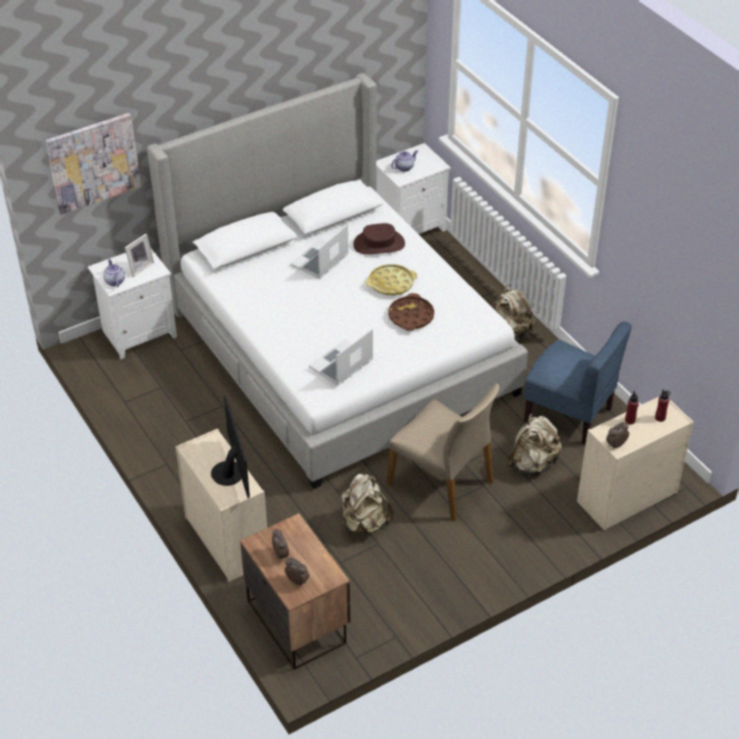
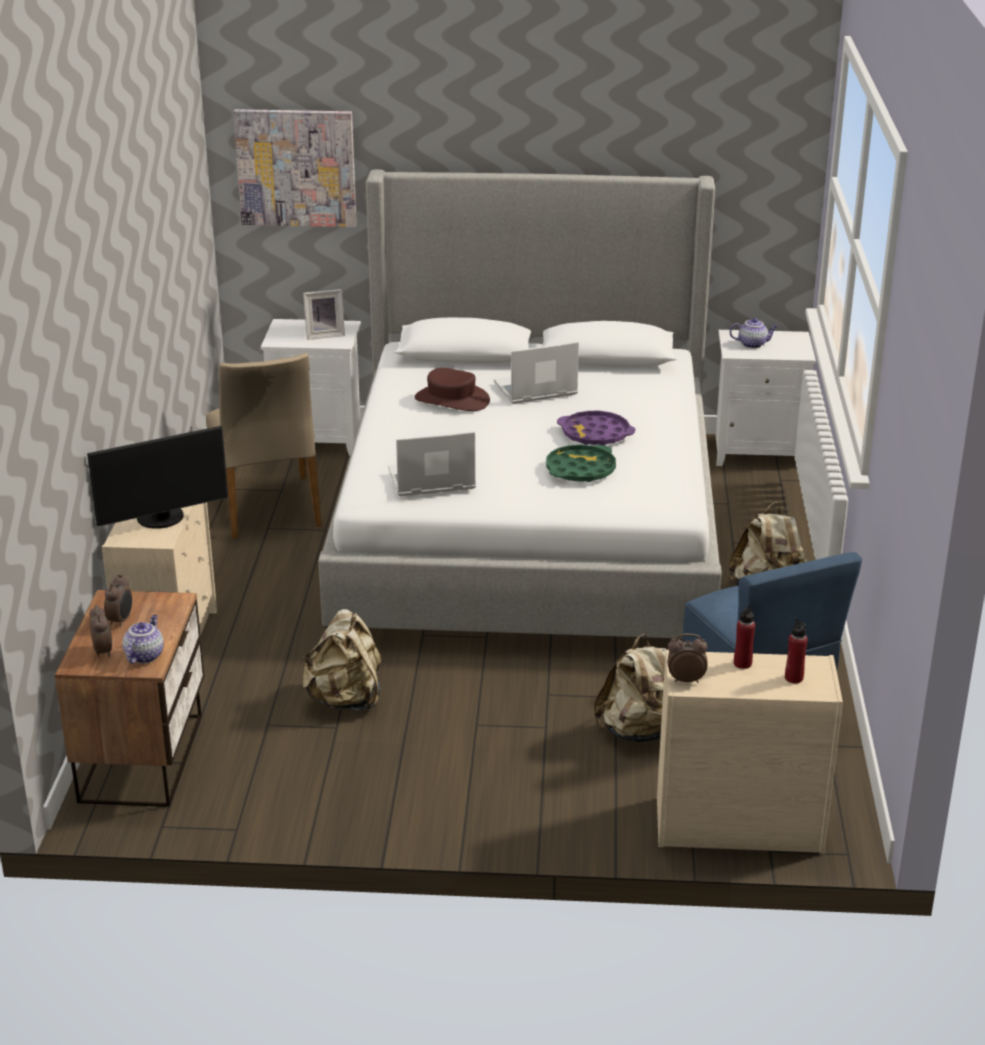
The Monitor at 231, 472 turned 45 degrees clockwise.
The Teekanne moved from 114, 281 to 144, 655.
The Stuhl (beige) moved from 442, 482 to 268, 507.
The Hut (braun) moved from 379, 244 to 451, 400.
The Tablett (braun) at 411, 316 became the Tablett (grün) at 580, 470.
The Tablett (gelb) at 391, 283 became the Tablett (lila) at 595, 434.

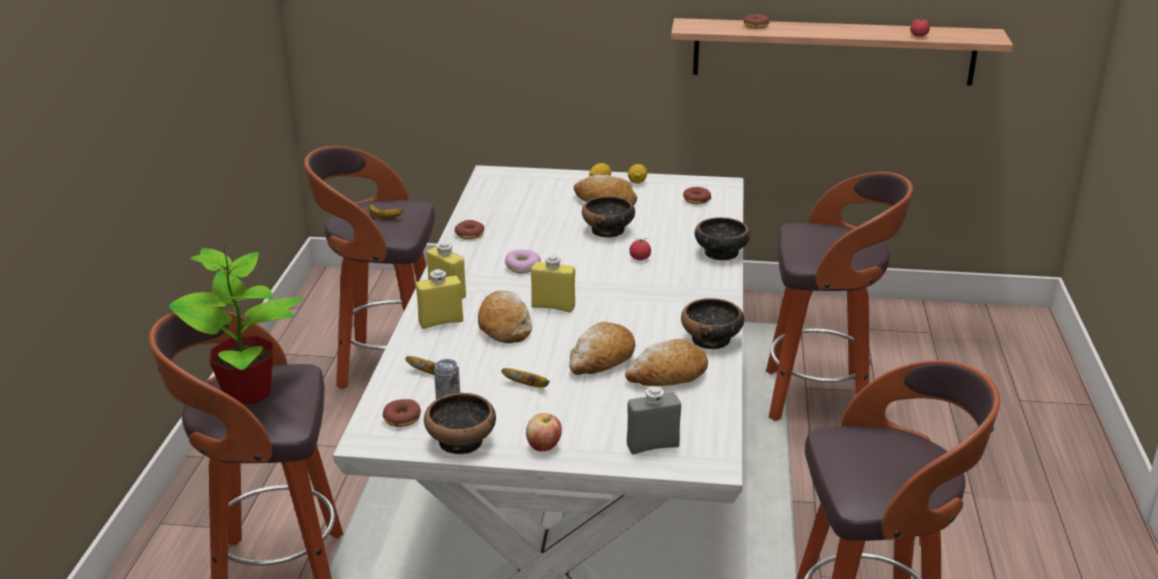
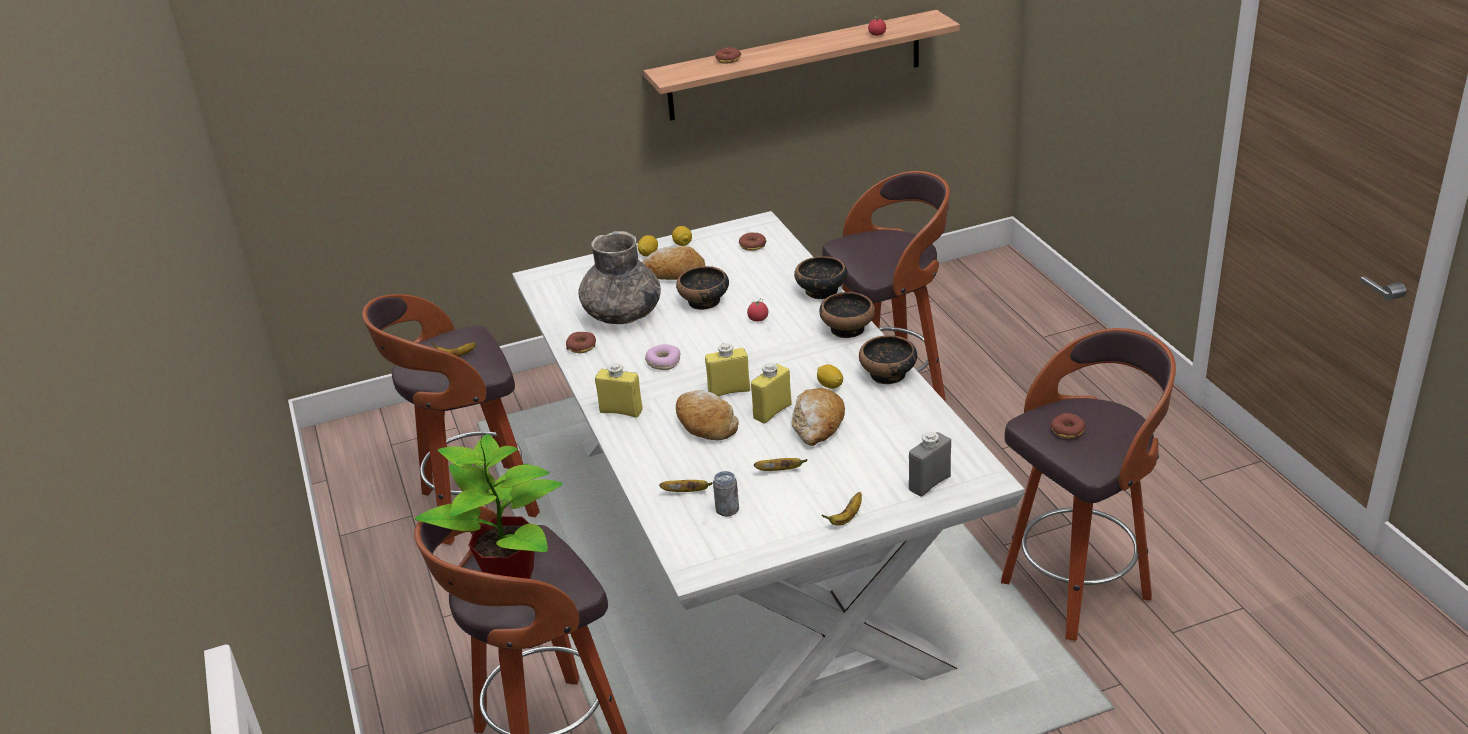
The Vase (grau) at 622, 314 appeared.
The Flasche (gelb) moved from 441, 322 to 772, 411.
The Zitrone at 830, 385 appeared.
The Schüssel moved from 462, 441 to 848, 328.
The Apfel at 543, 447 was replaced by the Banane at 846, 518.
The Donut moved from 402, 418 to 1067, 431.
The Brot at 667, 376 disappeared.

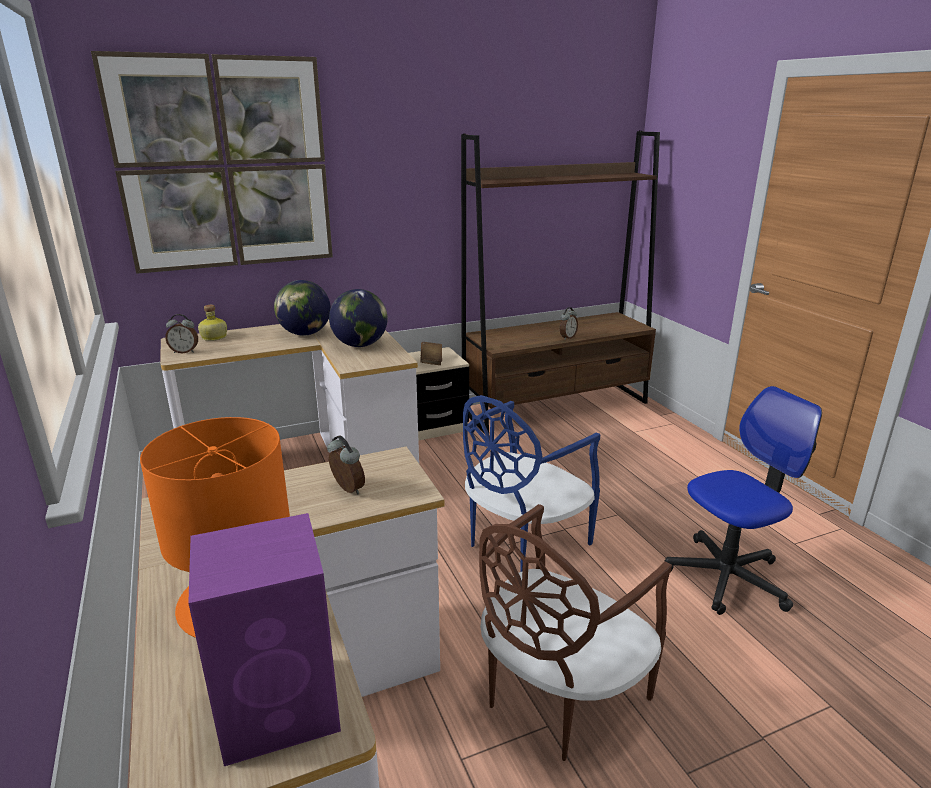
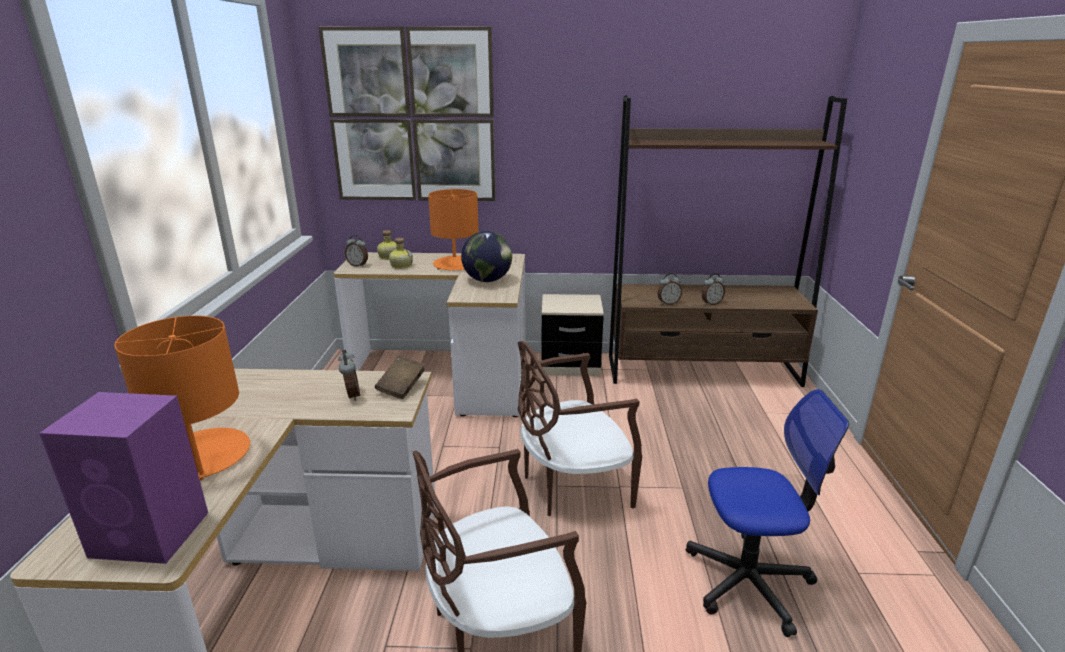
The Buch (braun) moved from 431, 361 to 401, 387.
The Flasche at 401, 265 appeared.
The Globus at 305, 334 was replaced by the Tischlampe (orange) at 456, 264.
The Stuhl (blau) at 522, 541 became the Stuhl (braun) at 572, 486.
The Wecker at 668, 303 appeared.

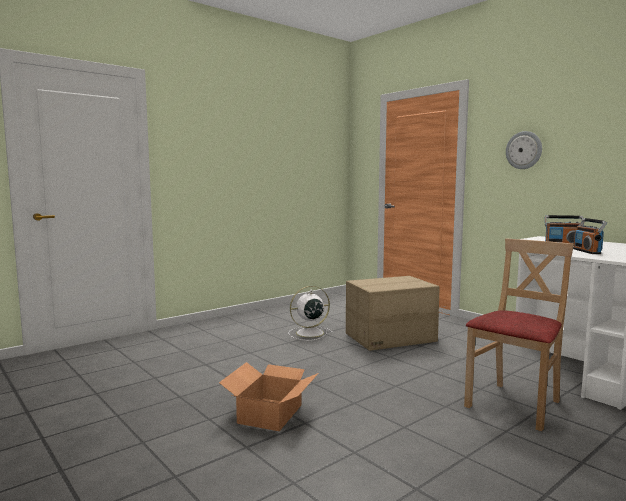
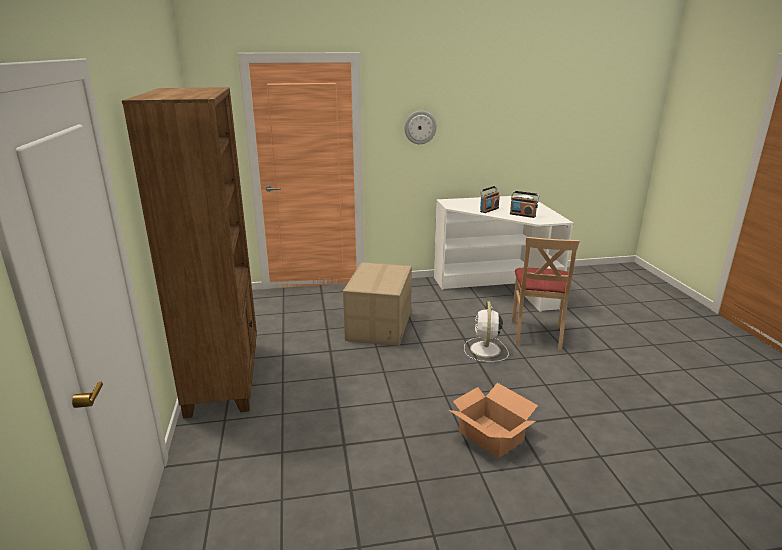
The Bücherregal (braun) at 224, 377 appeared.
The Ventilator (weiß) moved from 308, 333 to 485, 350.
The Stuhl (beige) at 515, 405 turned 150 degrees counterclockwise.

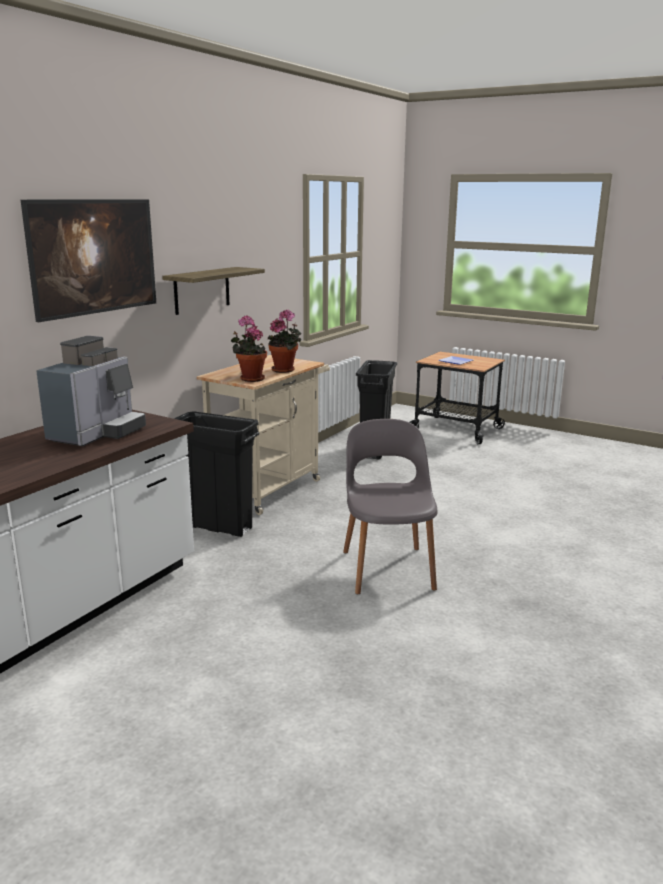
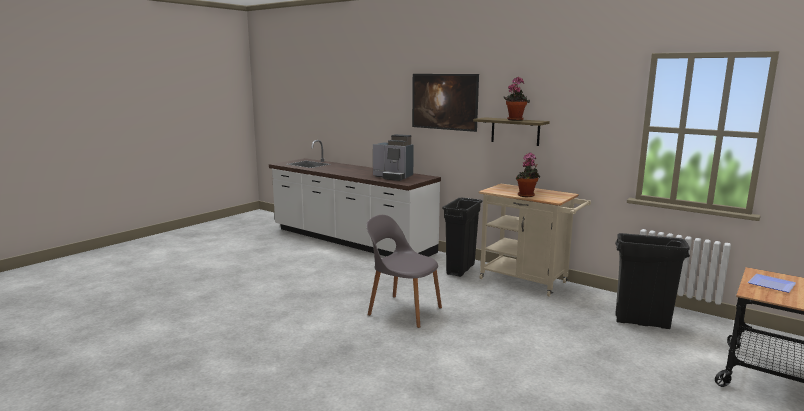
The Stuhl (grau) at 387, 568 turned 150 degrees counterclockwise.
The Topfpflanze moved from 250, 379 to 515, 119.

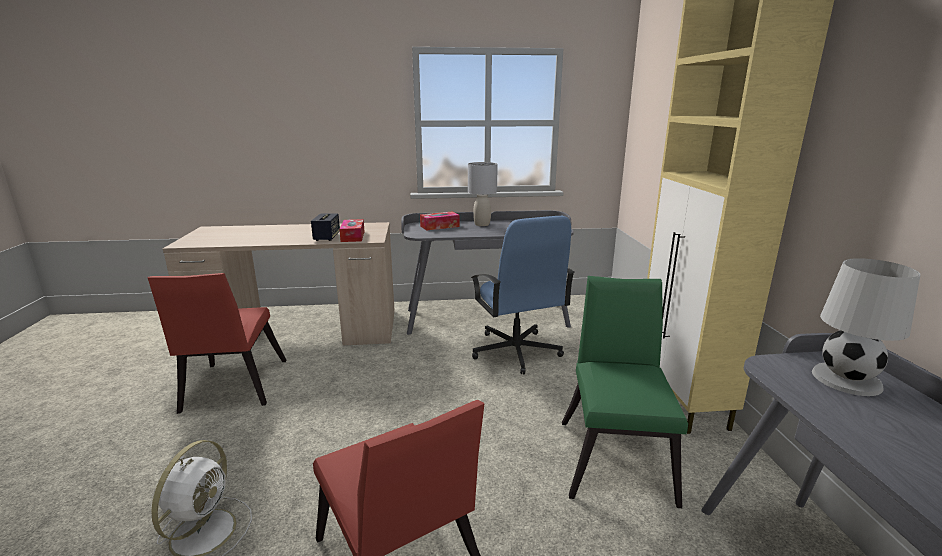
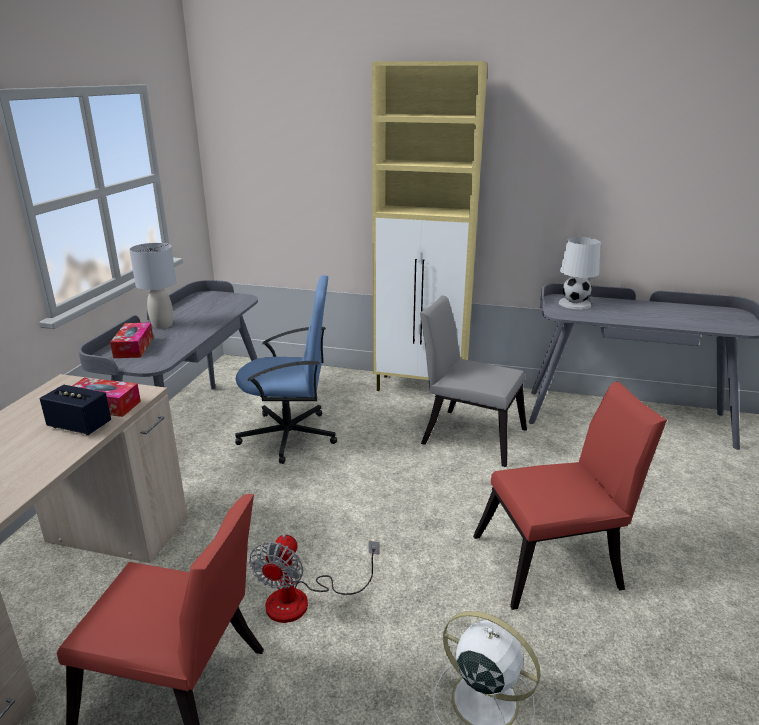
The Ventilator at 302, 600 appeared.
The Stuhl (grün) at 615, 454 became the Stuhl (grau) at 468, 434.

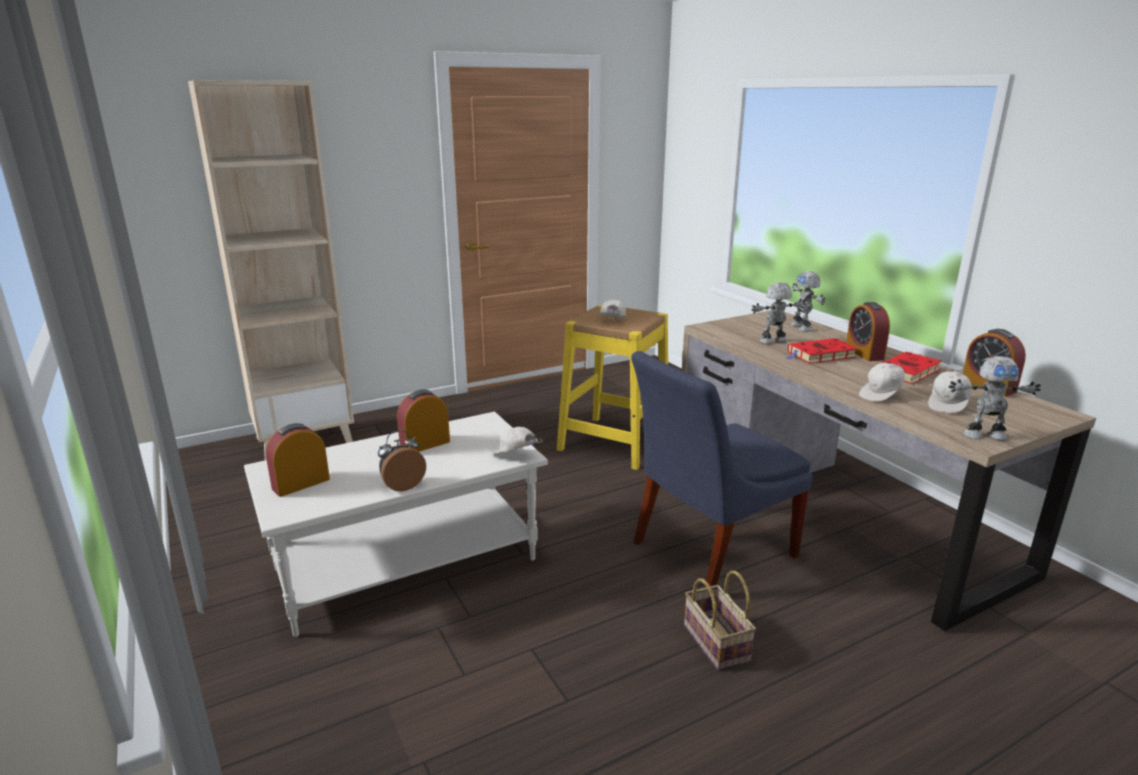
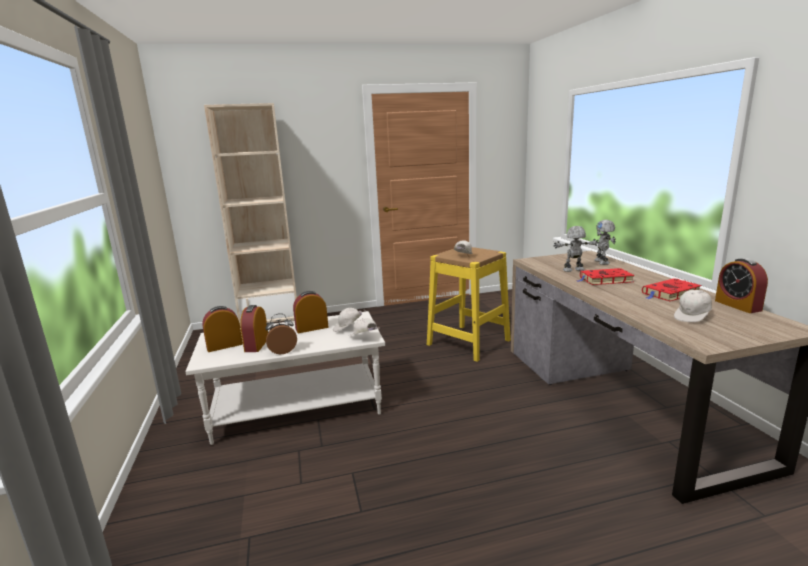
The Wecker moved from 864, 353 to 257, 344.
The Kappe (weiß) moved from 882, 395 to 348, 328.
The Stuhl (blau) at 708, 551 disappeared.
The Korb at 713, 642 disappeared.
The Spielzeugroboter at 983, 435 disappeared.

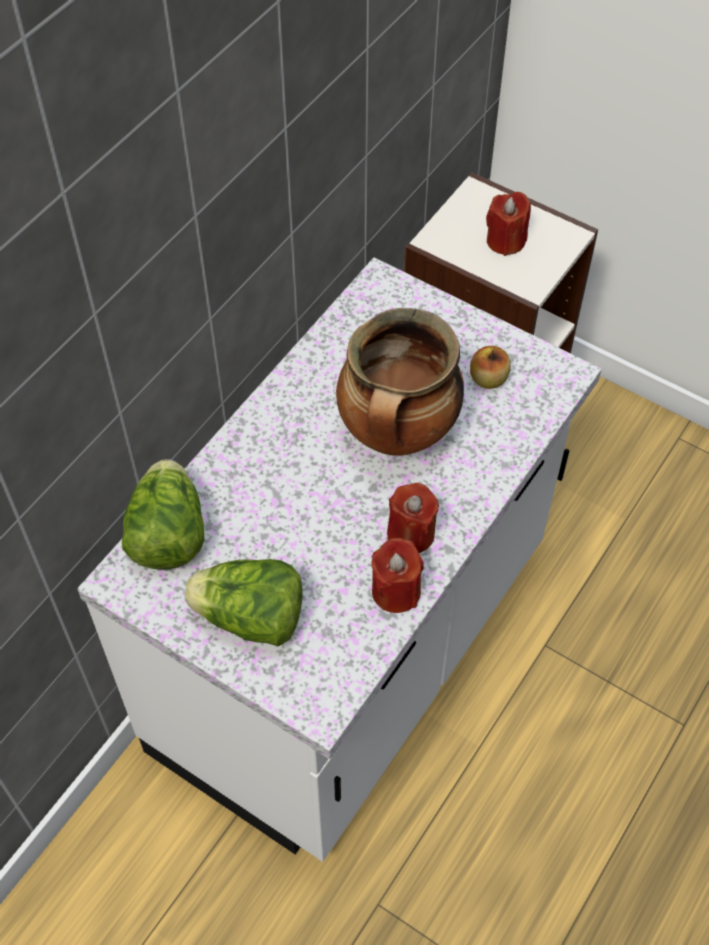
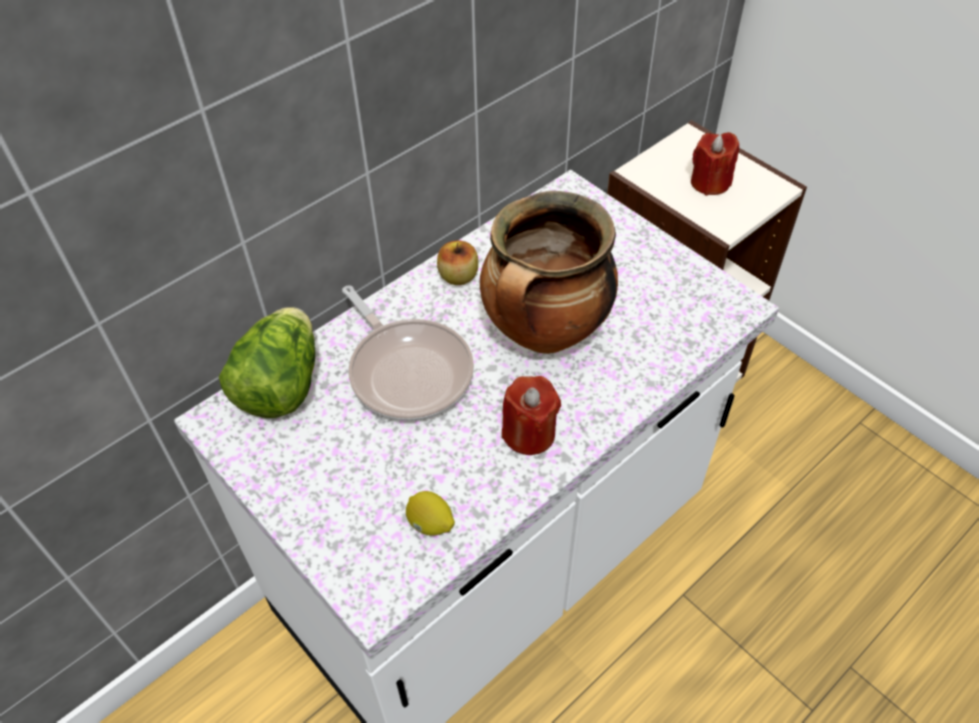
The Pfanne at 408, 370 appeared.
The Zitrone at 430, 524 appeared.
The Apfel moved from 488, 379 to 458, 276.
The Salatkopf at 251, 618 disappeared.
The Kerze (rot) at 396, 591 disappeared.

